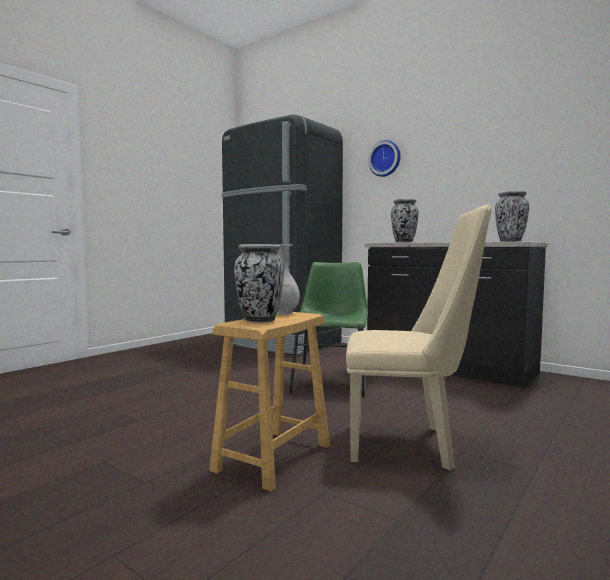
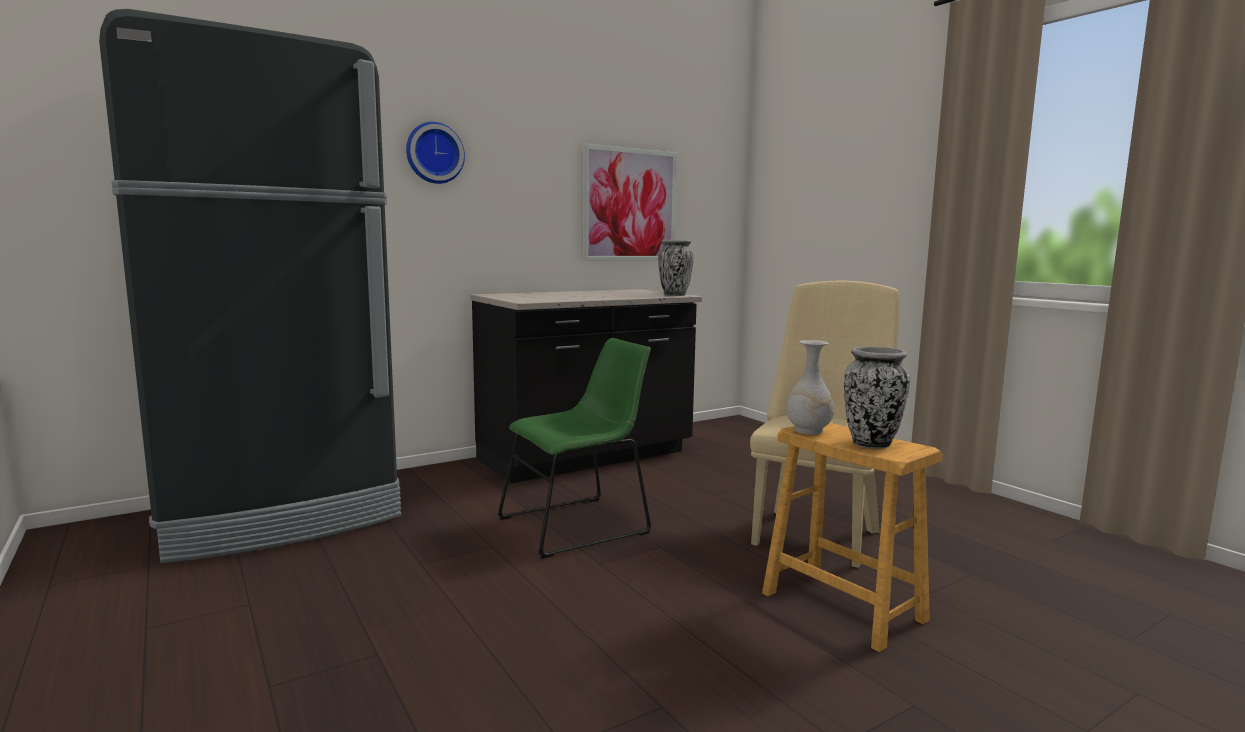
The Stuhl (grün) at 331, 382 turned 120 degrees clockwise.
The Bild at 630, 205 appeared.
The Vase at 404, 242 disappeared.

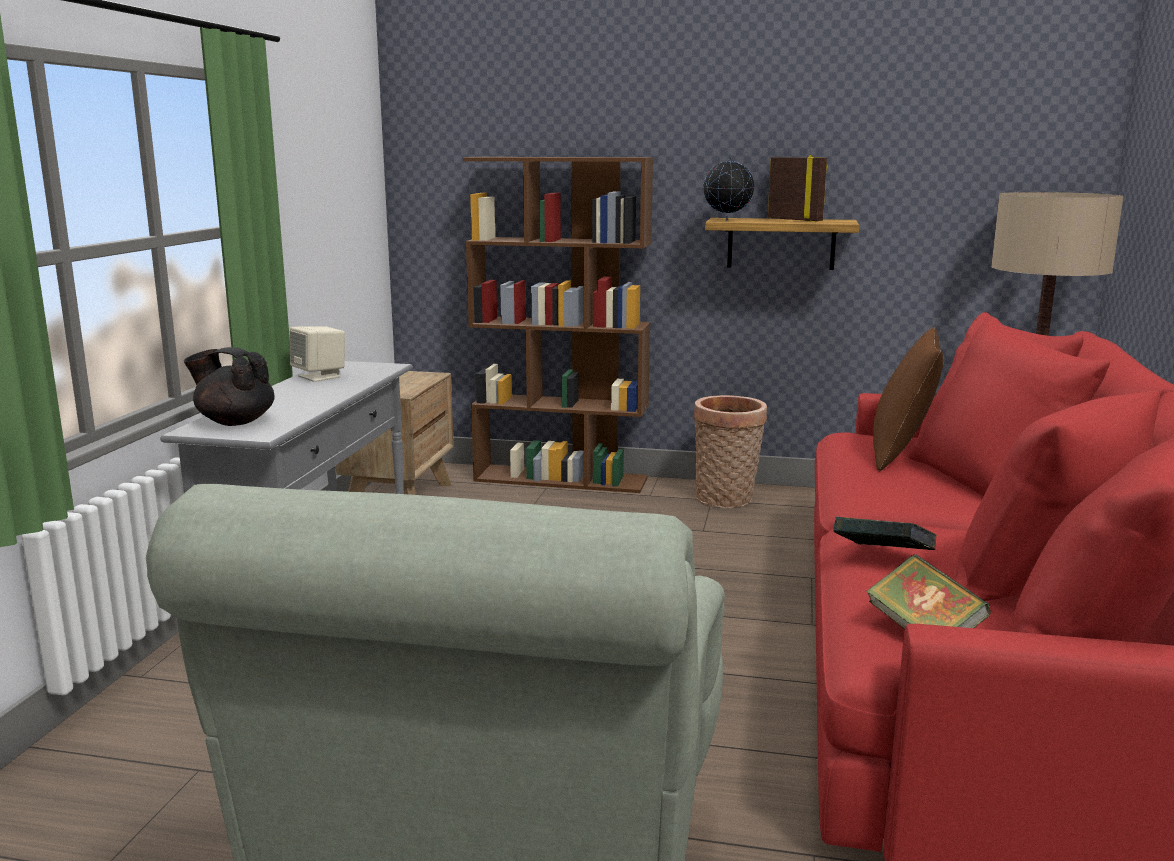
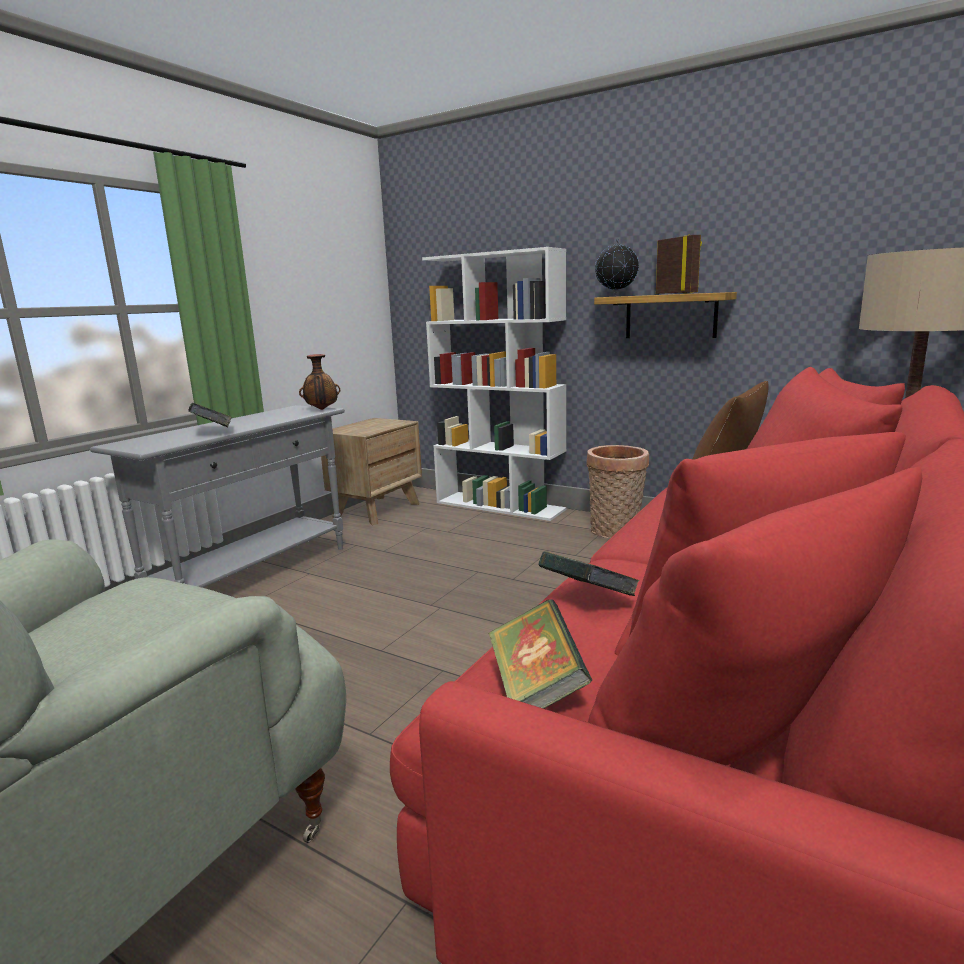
The Buch at 214, 432 appeared.
The Vase at 321, 409 appeared.
The Bücherregal (braun) at 562, 479 became the Bücherregal (weiß) at 500, 506.
The Teekanne (schwarz) at 235, 422 disappeared.
The Lautsprecher (beige) at 320, 376 disappeared.

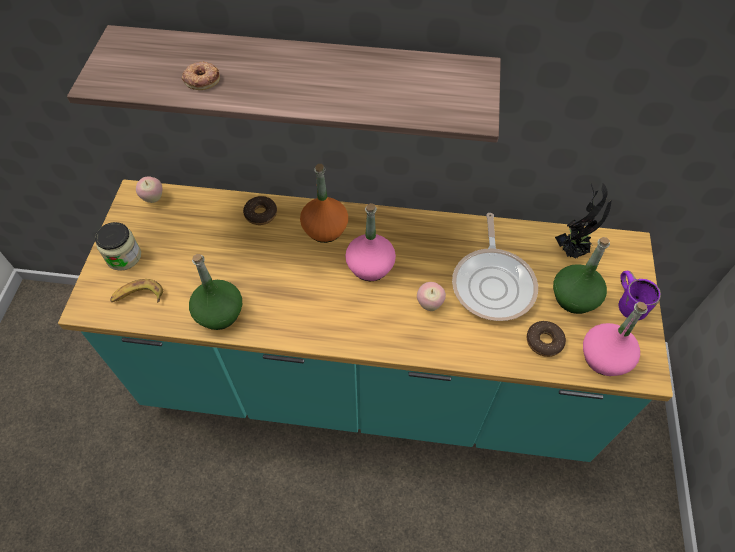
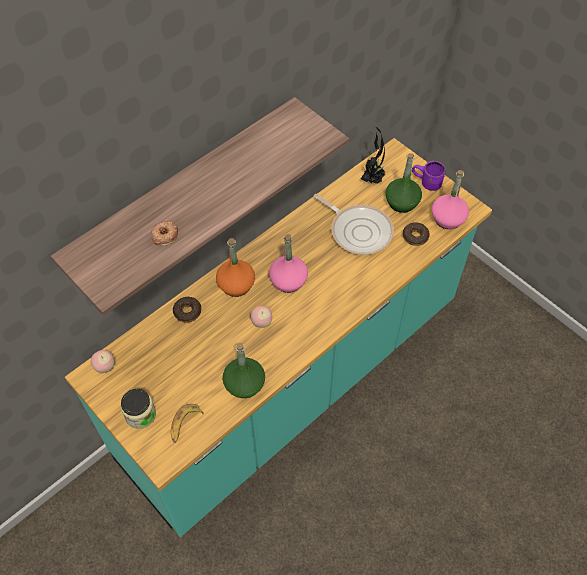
The Apfel moved from 429, 304 to 262, 322.

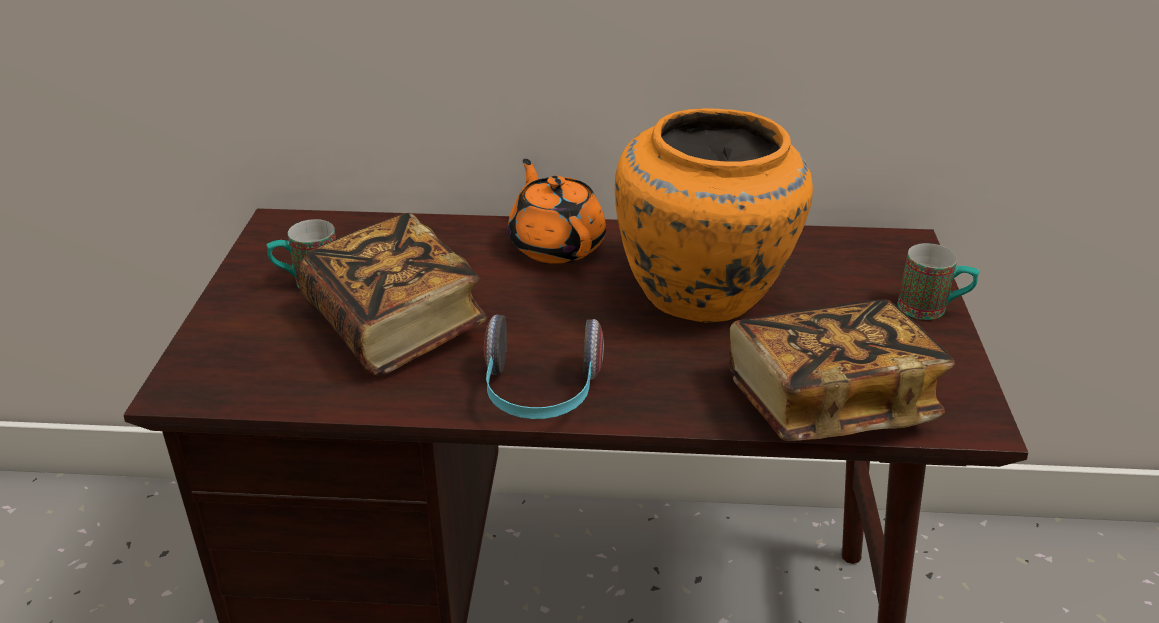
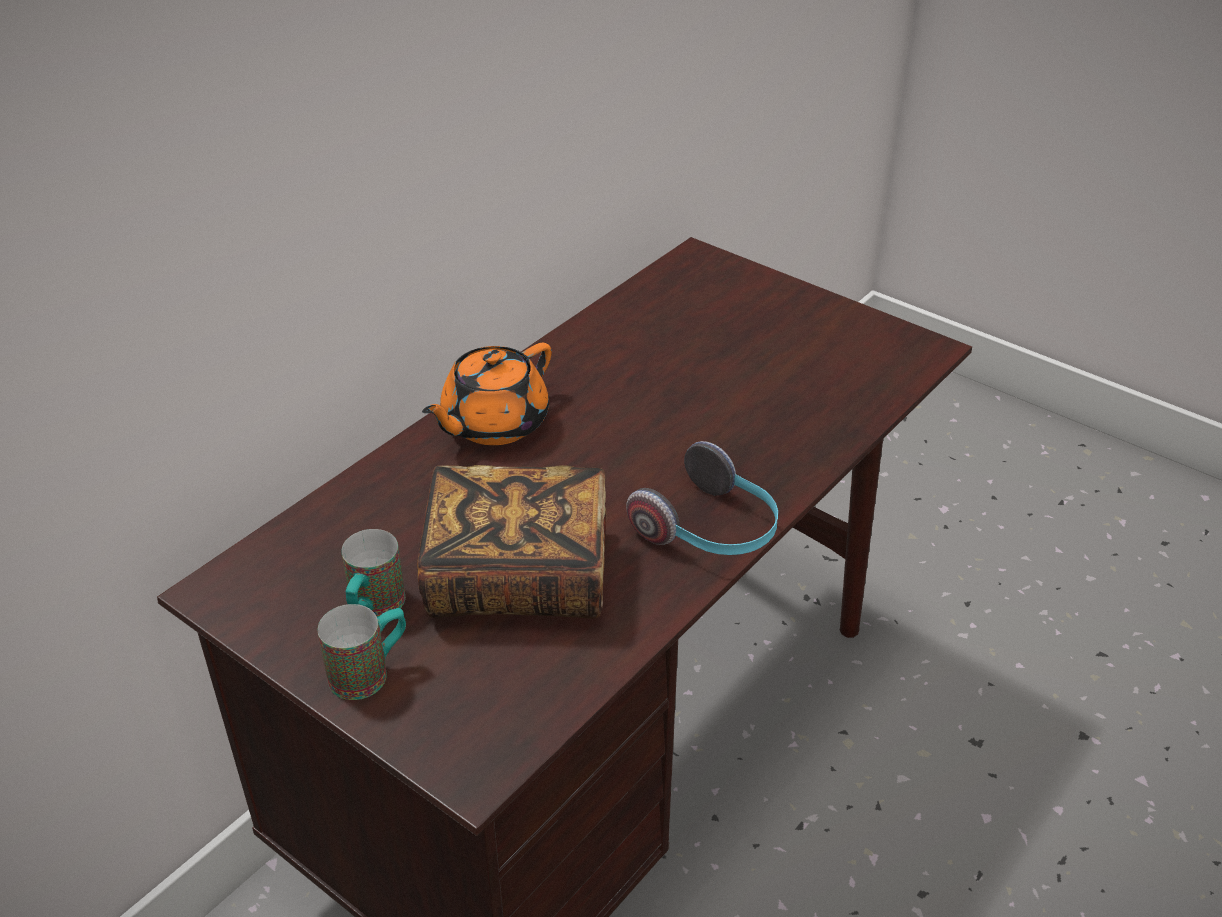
The Henkelbecher moved from 932, 309 to 370, 672.
The Teekanne (orange) at 556, 245 turned 60 degrees counterclockwise.
The Vase (orange) at 705, 296 disappeared.
The Buch at 828, 402 disappeared.

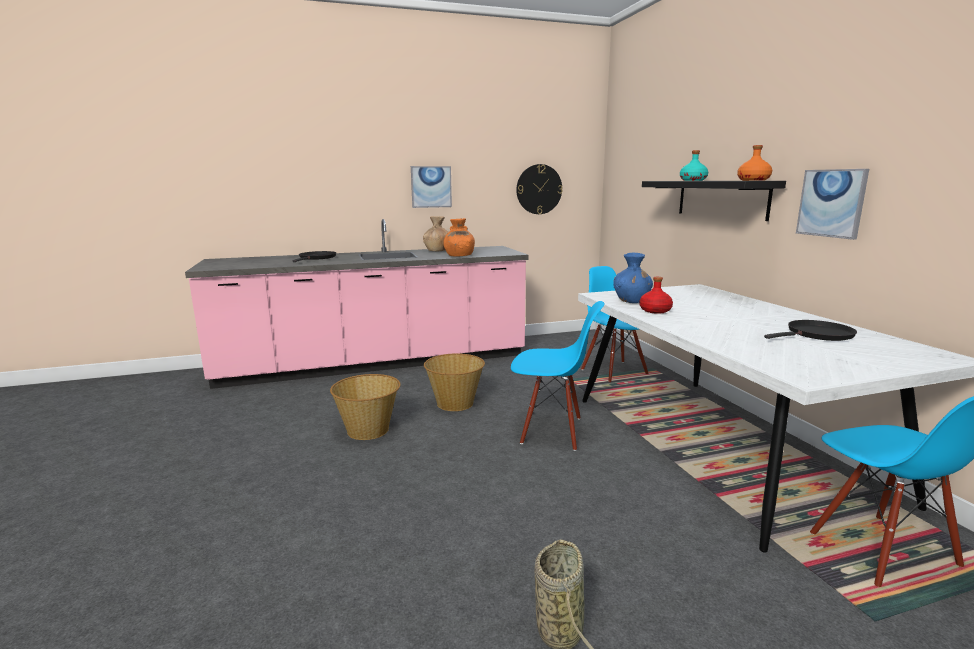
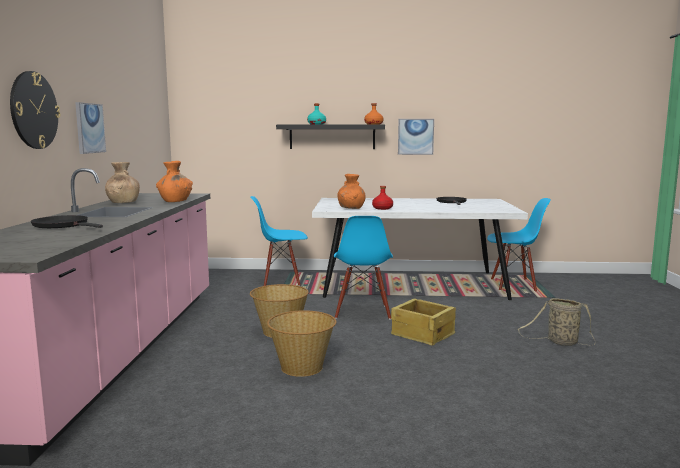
The Wanduhr moved from 539, 189 to 34, 110.
The Stuhl (blau) at 552, 431 turned 150 degrees clockwise.
The Vase (blau) at 631, 301 became the Vase (orange) at 351, 208.
The Kiste at 422, 334 appeared.

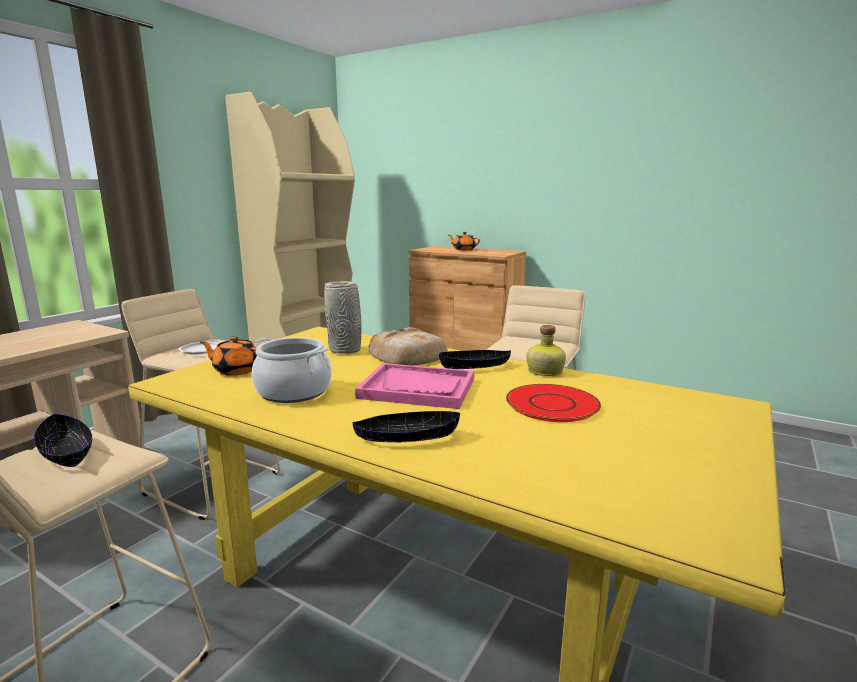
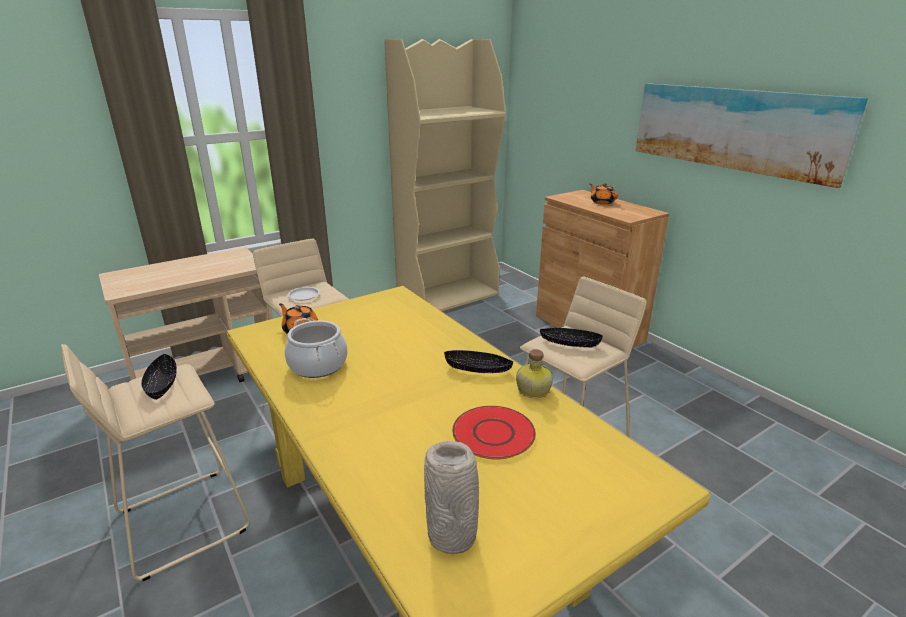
The Vase (grau) moved from 346, 350 to 453, 537.
The Schüssel (schwarz) moved from 407, 438 to 569, 343.
The Bild at 733, 128 appeared.
The Tablett (rosa) at 418, 388 disappeared.
The Brot at 407, 355 disappeared.

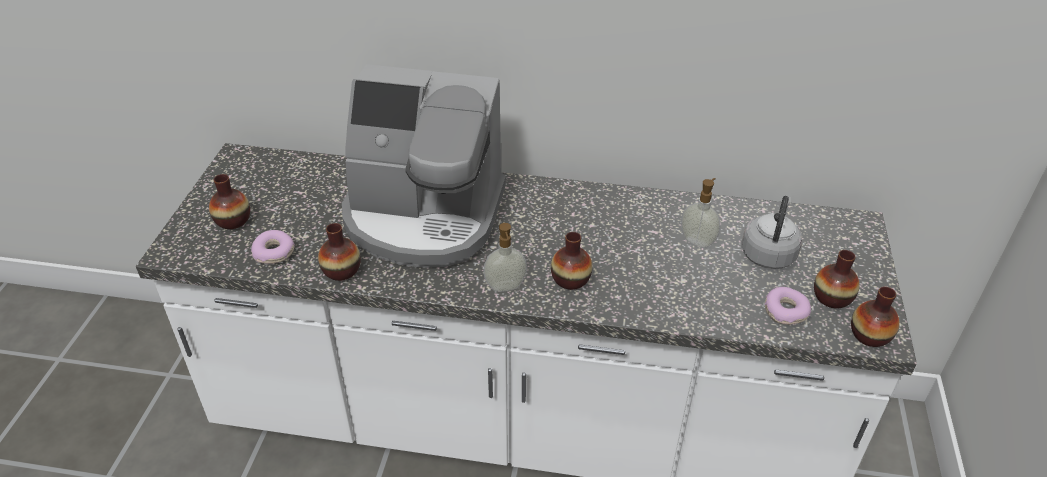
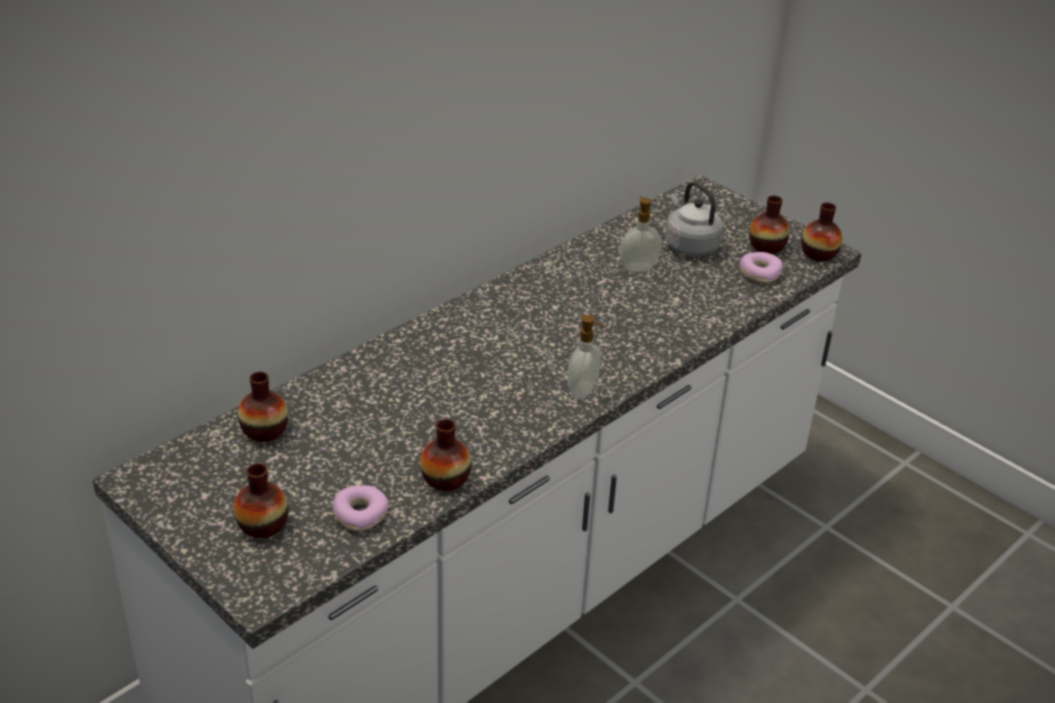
The Vase moved from 570, 279 to 264, 431.
The Kaffeemaschine at 424, 217 disappeared.

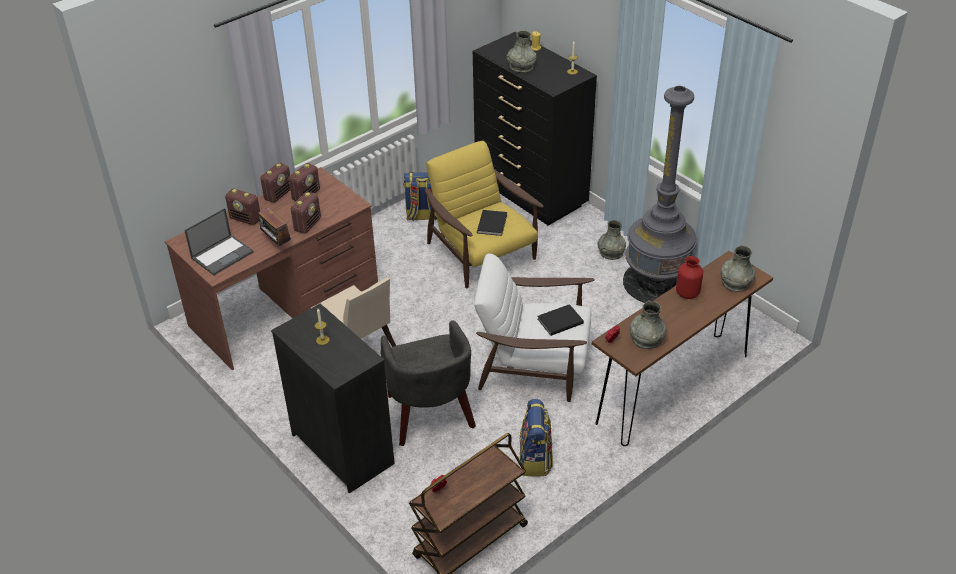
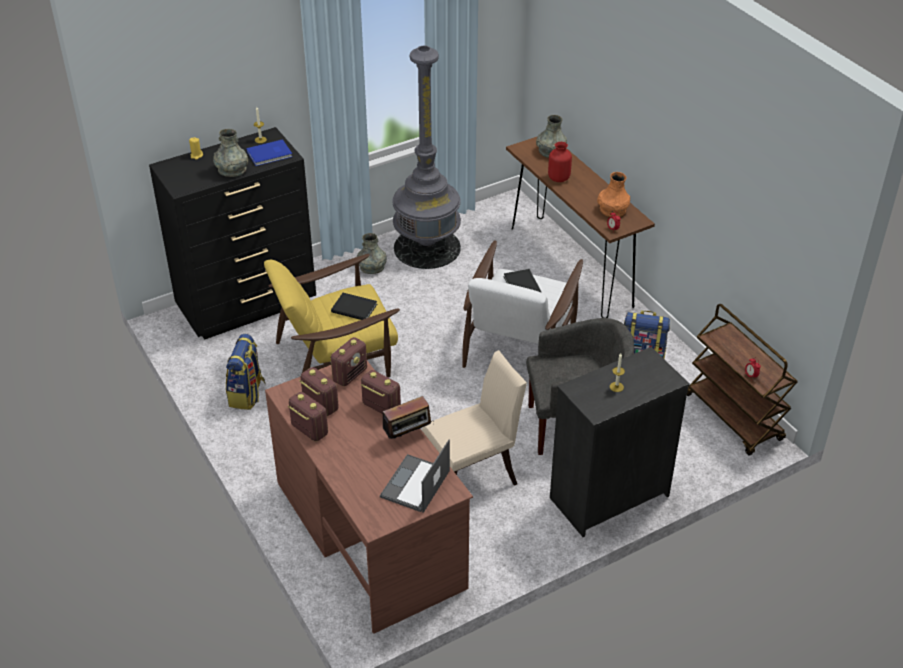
The Buch (blau) at 270, 154 appeared.
The Radio moved from 246, 219 to 350, 375.
The Laptop at 222, 254 turned 120 degrees counterclockwise.
The Vase (grau) at 646, 338 became the Vase (orange) at 612, 210.

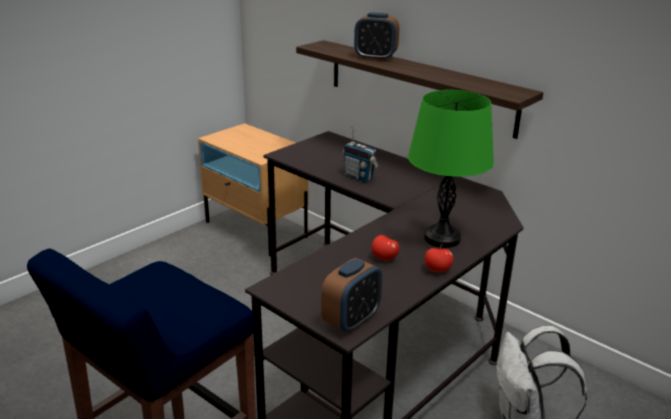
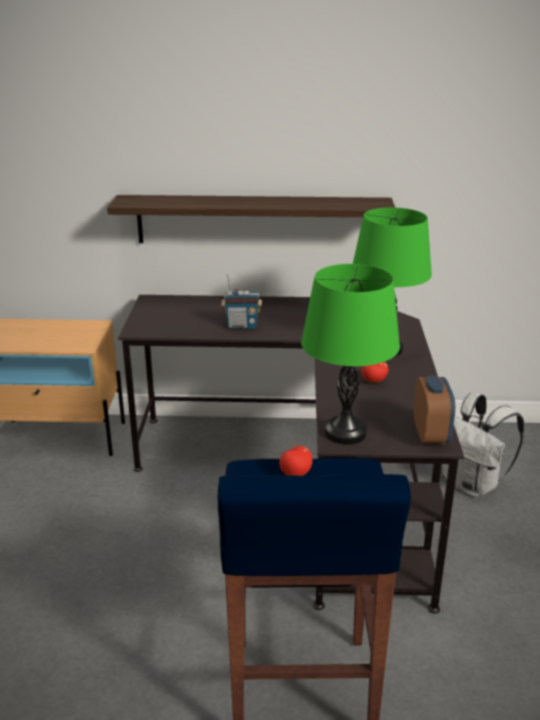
The Apfel moved from 437, 270 to 295, 474.
The Tischlampe (grün) at 345, 432 appeared.
The Wecker at 375, 58 disappeared.

